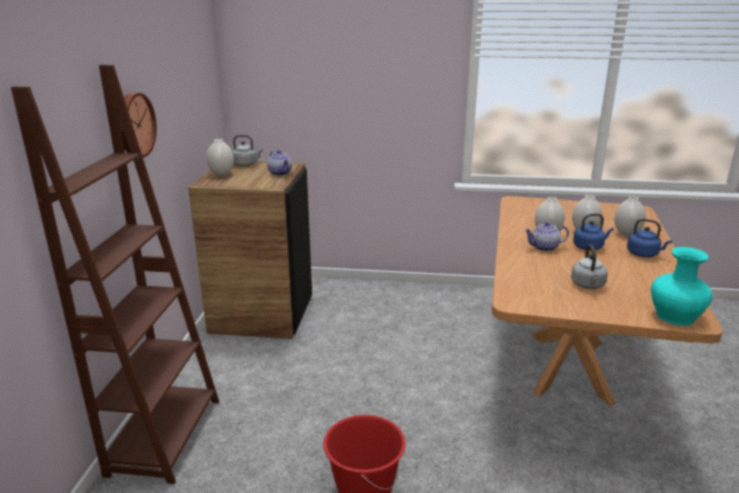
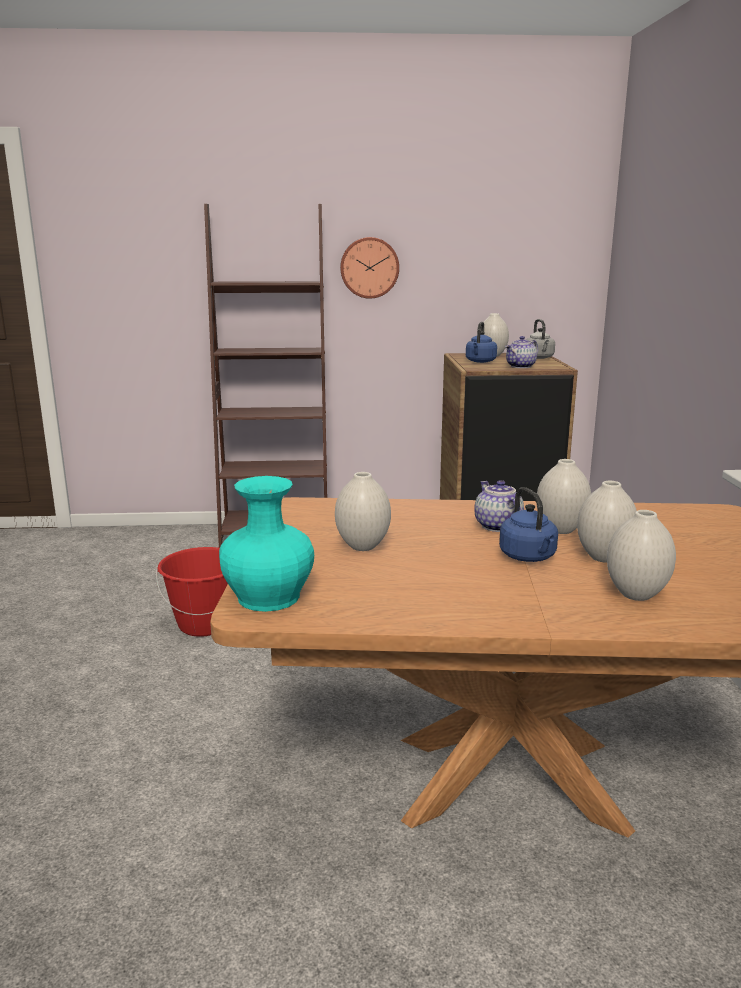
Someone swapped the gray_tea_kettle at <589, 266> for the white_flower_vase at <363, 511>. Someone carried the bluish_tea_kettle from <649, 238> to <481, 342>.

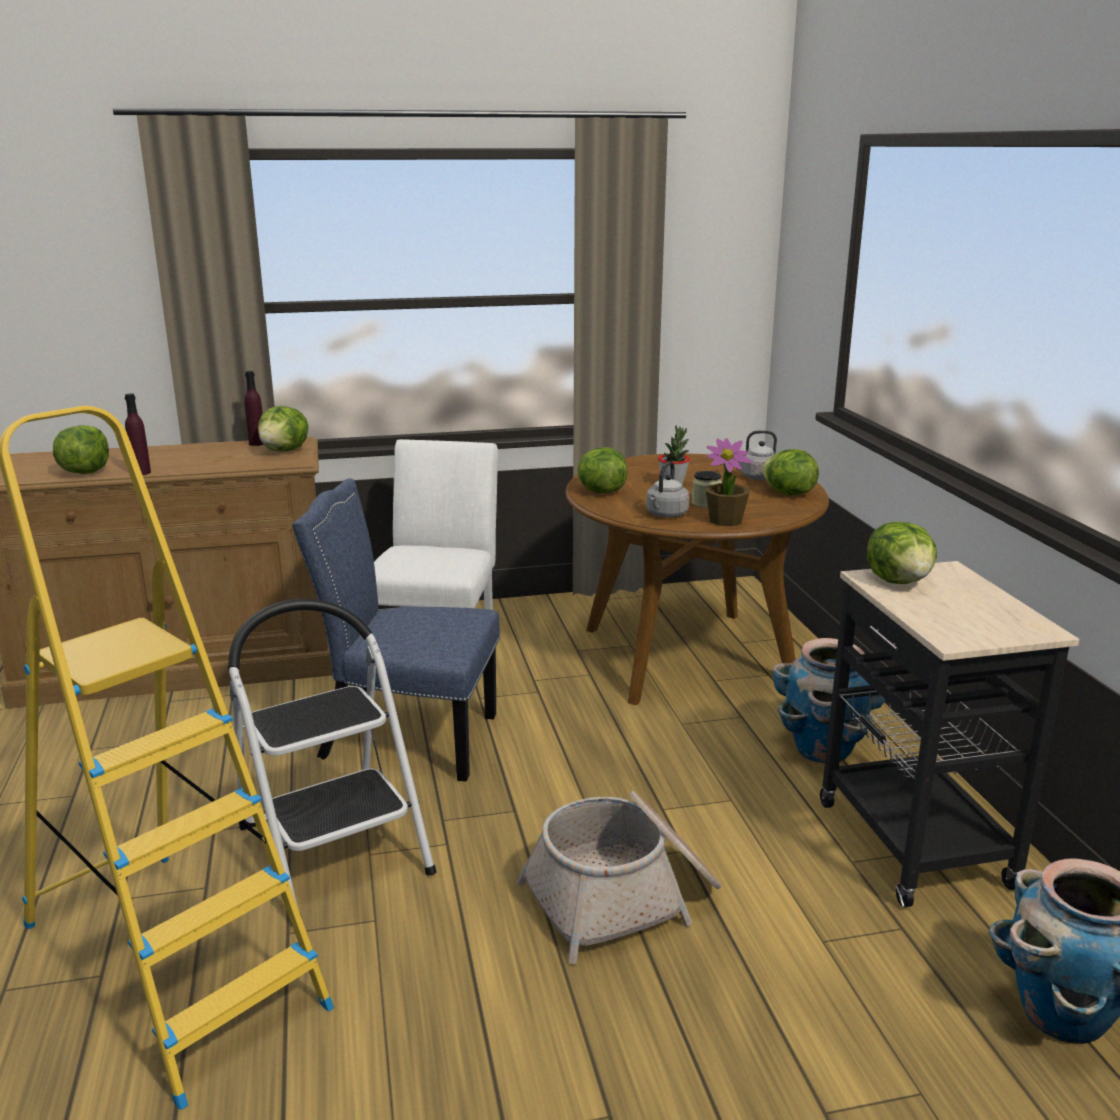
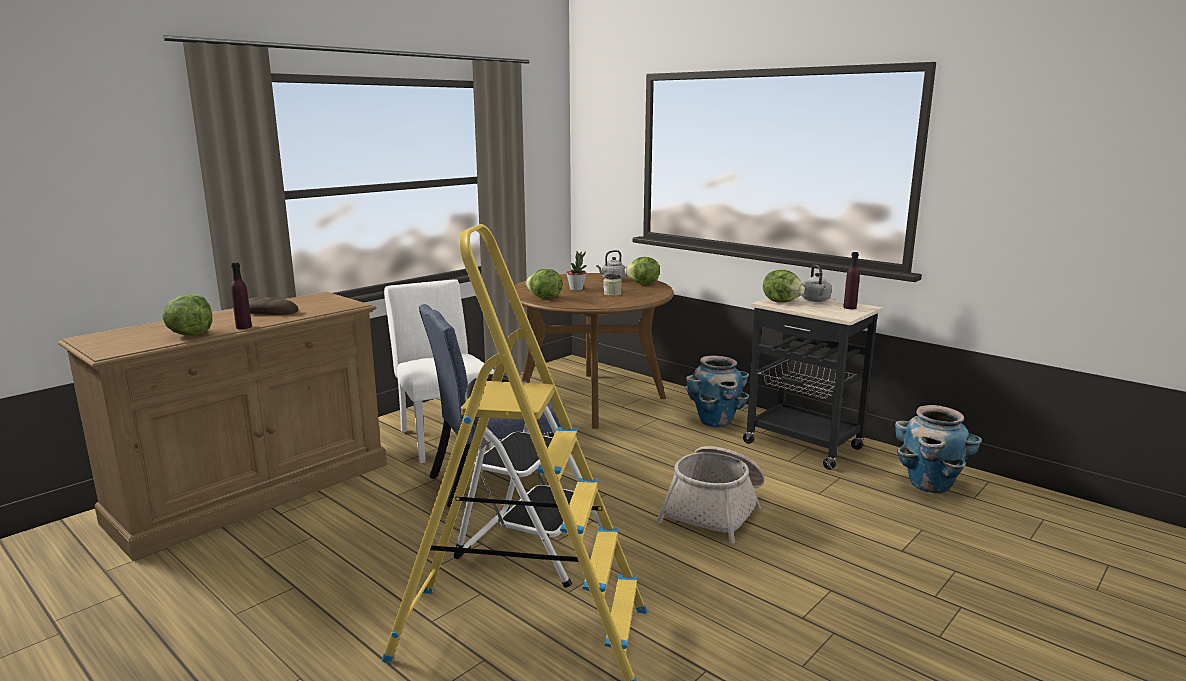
Someone carried the purple_drink_bottle from <253, 408> to <851, 280>. Someone took away the head_of_lettuce at <283, 429>. Someone carried the gray_tea_kettle from <668, 489> to <817, 283>. Someone took away the houseplant at <729, 482>. Someone put down the bread at <273, 306>.

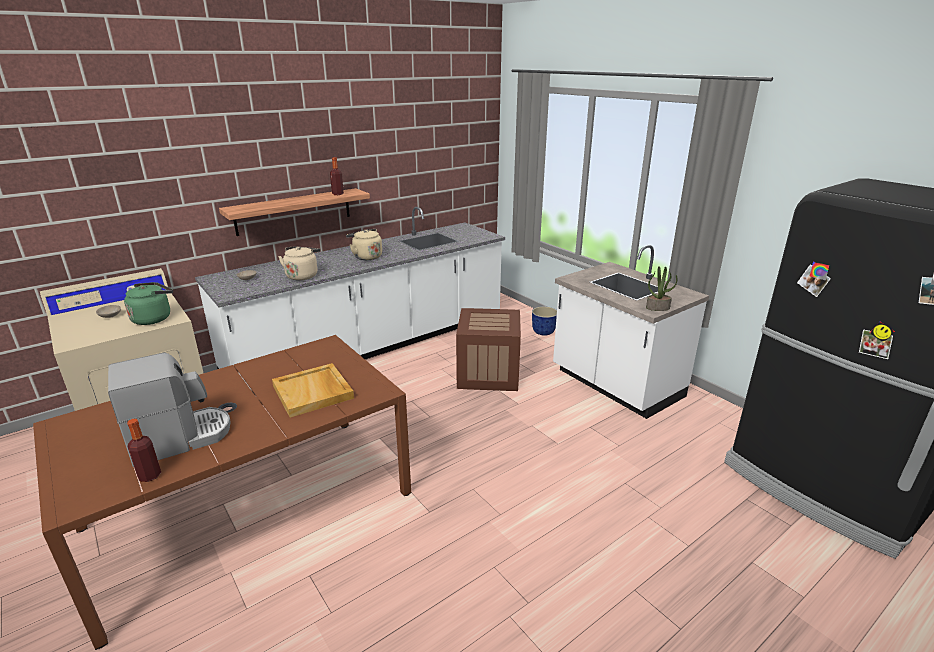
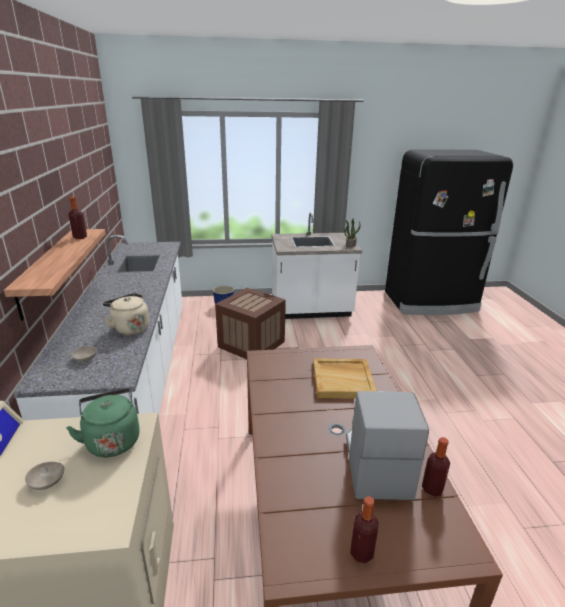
Someone took away the beige-coloured_tea_kettle at <364, 244>. Someone put down the drink_bottle at <364, 530>.

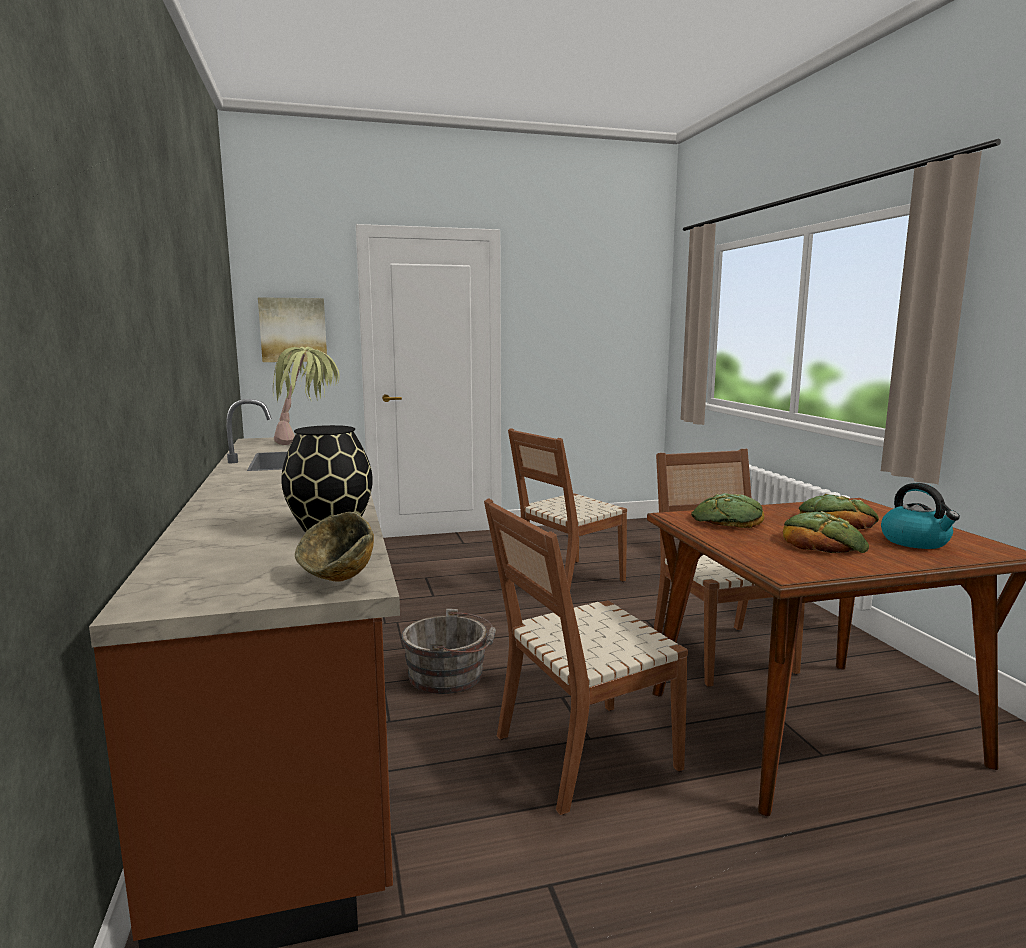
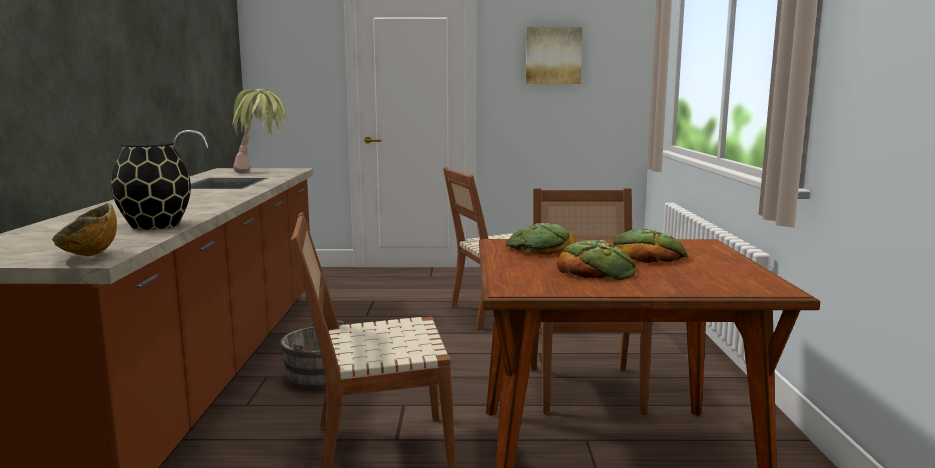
Someone carried the picture from <292, 329> to <554, 55>. Someone took away the tea_kettle at <920, 516>.

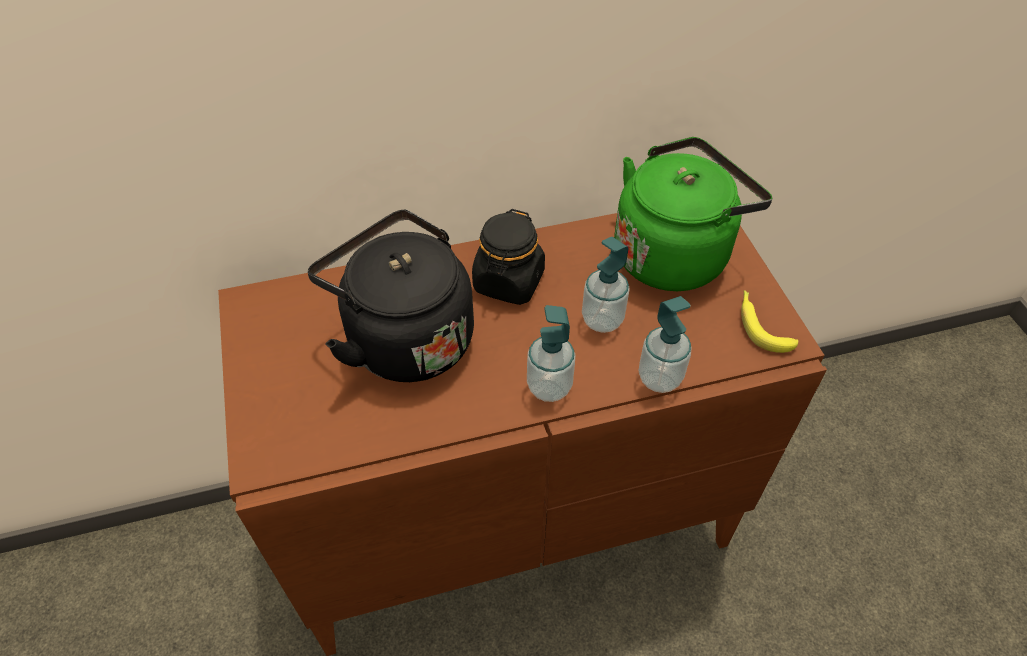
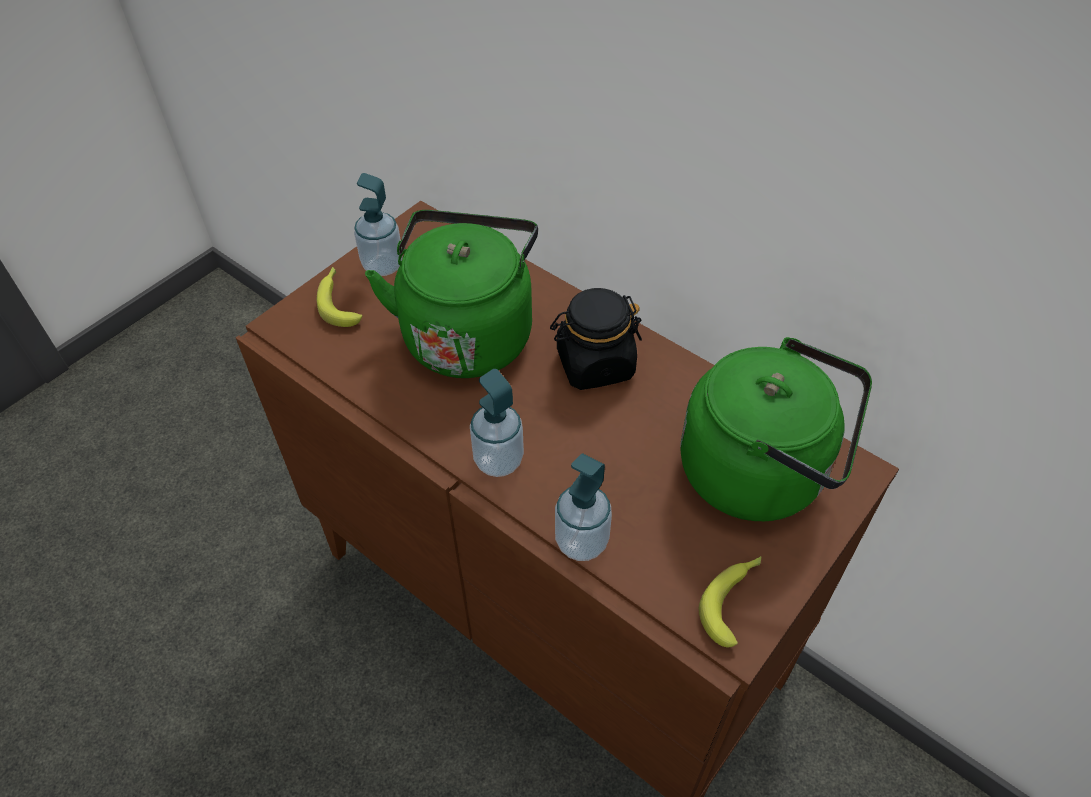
Someone repainted the black-coloured_tea_kettle at <391, 296>, which became the greenish_tea_kettle at <451, 294>. Someone carried the liquid_soap_bottle from <606, 285> to <378, 224>. Someone put down the banana_fruit at <339, 297>.

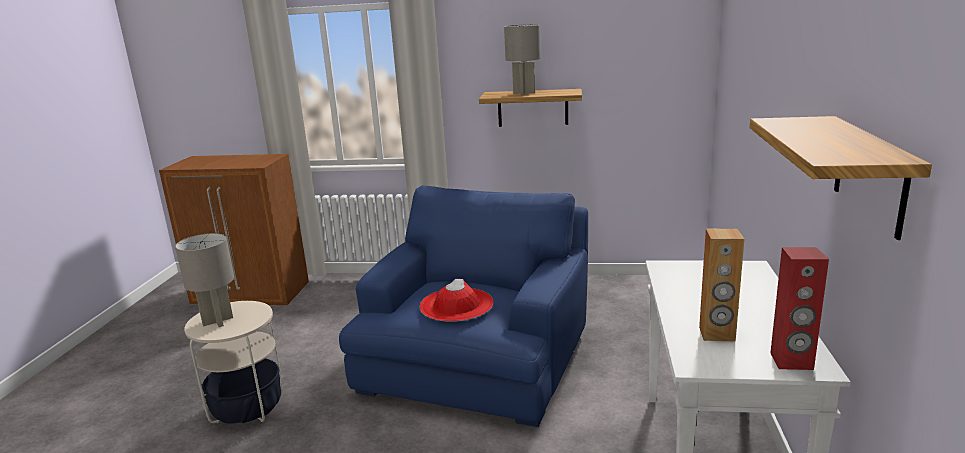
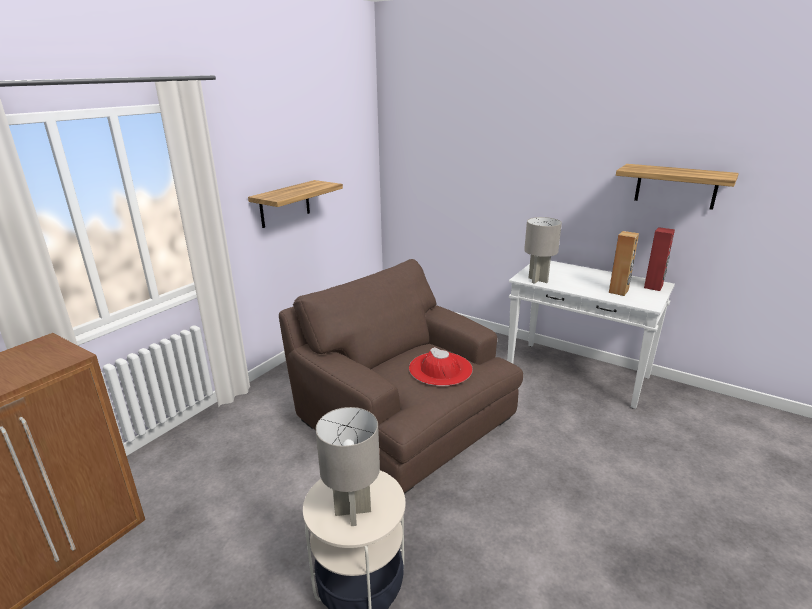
Someone repainted the bluish_lounge_chair at <463, 306>, which became the brown_lounge_chair at <401, 376>. Someone carried the gray_tabletop_lamp from <522, 59> to <543, 250>.

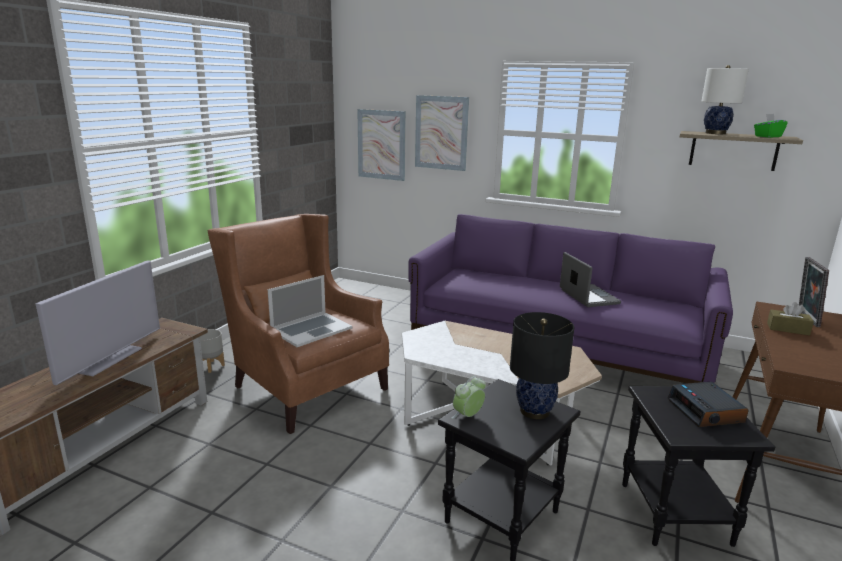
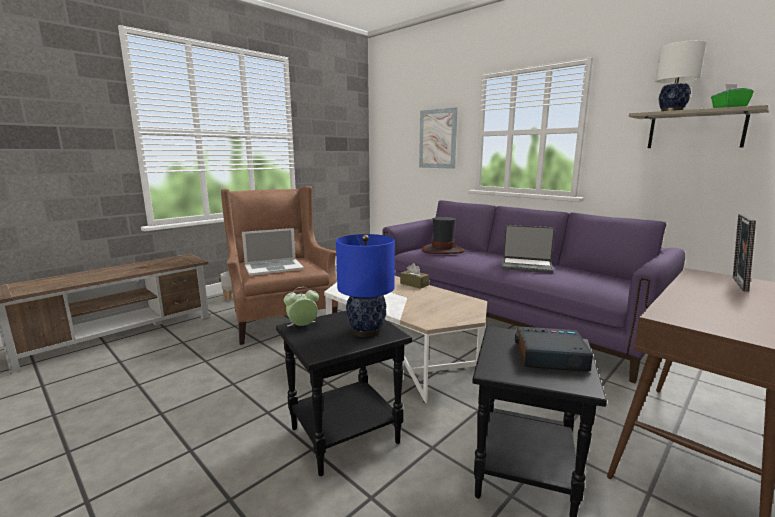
Someone took away the television at <97, 322>. Someone took away the picture at <381, 145>. Someone repainted the black-coloured_tabletop_lamp at <542, 365>, which became the bluish_tabletop_lamp at <365, 285>. Someone rotated the notebook_computer at <590, 279> by 105 degrees clockwise. Someone rotated the table_clock at <708, 404> by 90 degrees clockwise. Someone carried the brown_box_of_tissues from <790, 319> to <414, 276>. Someone put down the hat at <443, 235>.

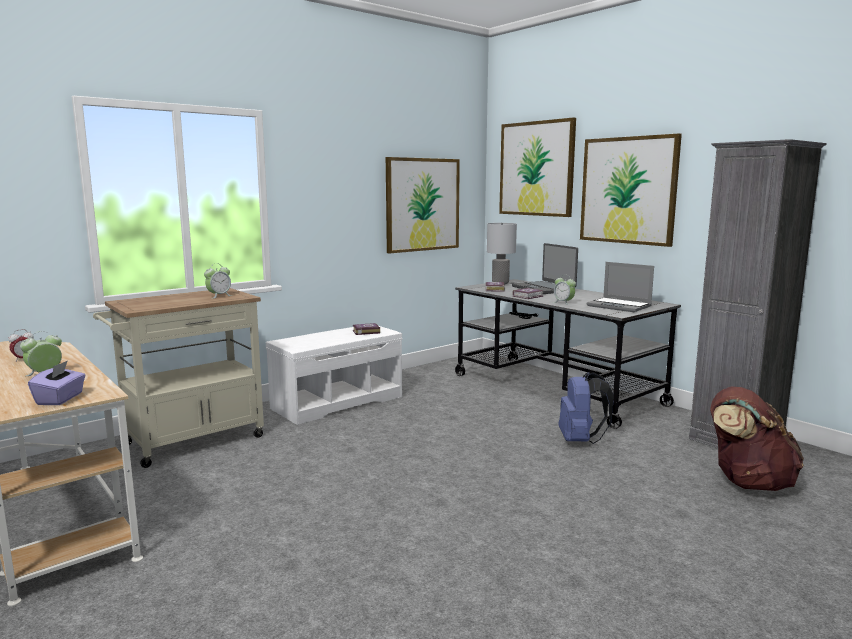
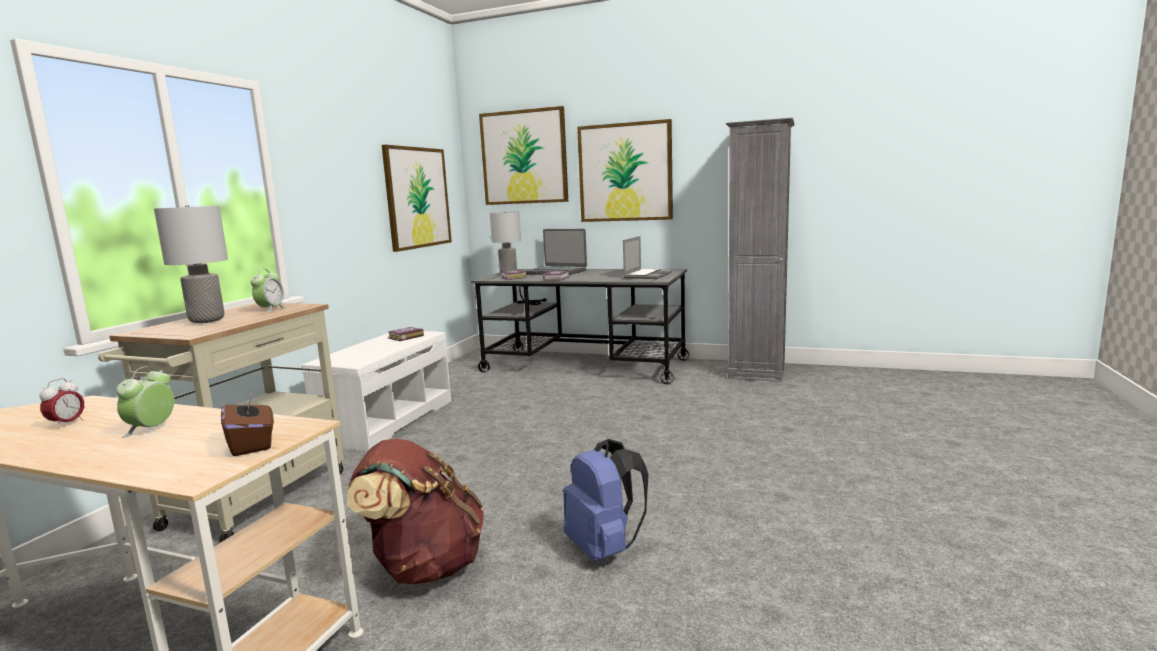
Someone repainted the purple_box_of_tissues at <57, 382>, which became the brown_box_of_tissues at <247, 422>. Someone took away the table_clock at <564, 290>. Someone carried the bluish_knapsack from <586, 408> to <605, 500>. Someone rotated the notebook_computer at <620, 287> by 75 degrees counterclockwise. Someone carried the brown_knapsack from <757, 438> to <415, 511>. Someone put down the gray_tabletop_lamp at <191, 264>.

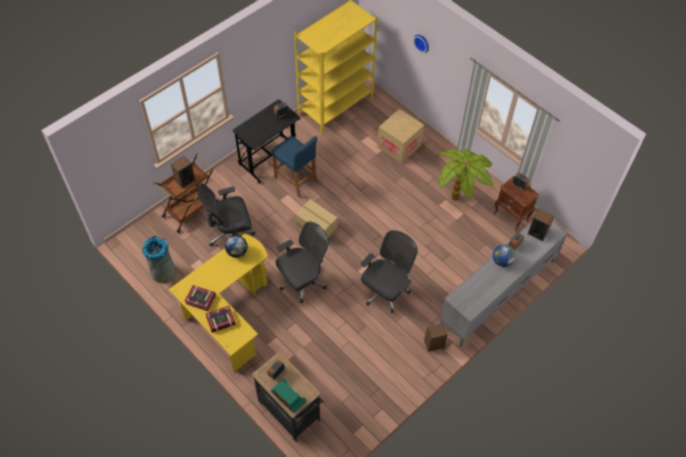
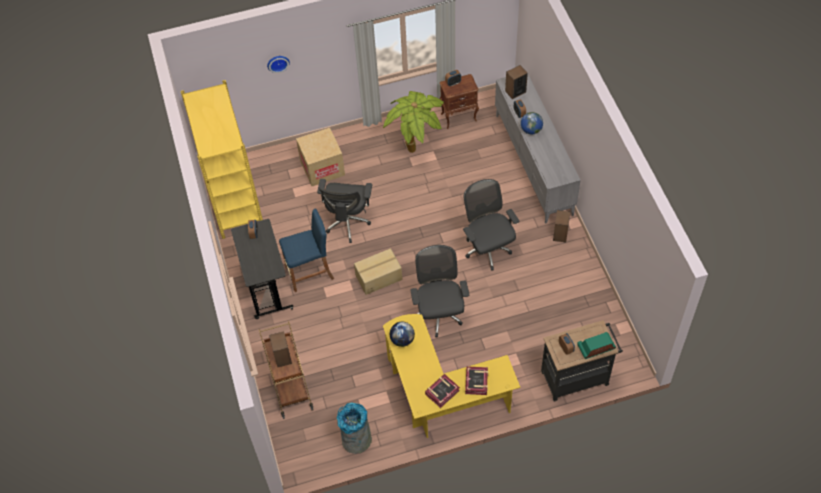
Someone carried the computer_chair from <226, 215> to <344, 211>.

